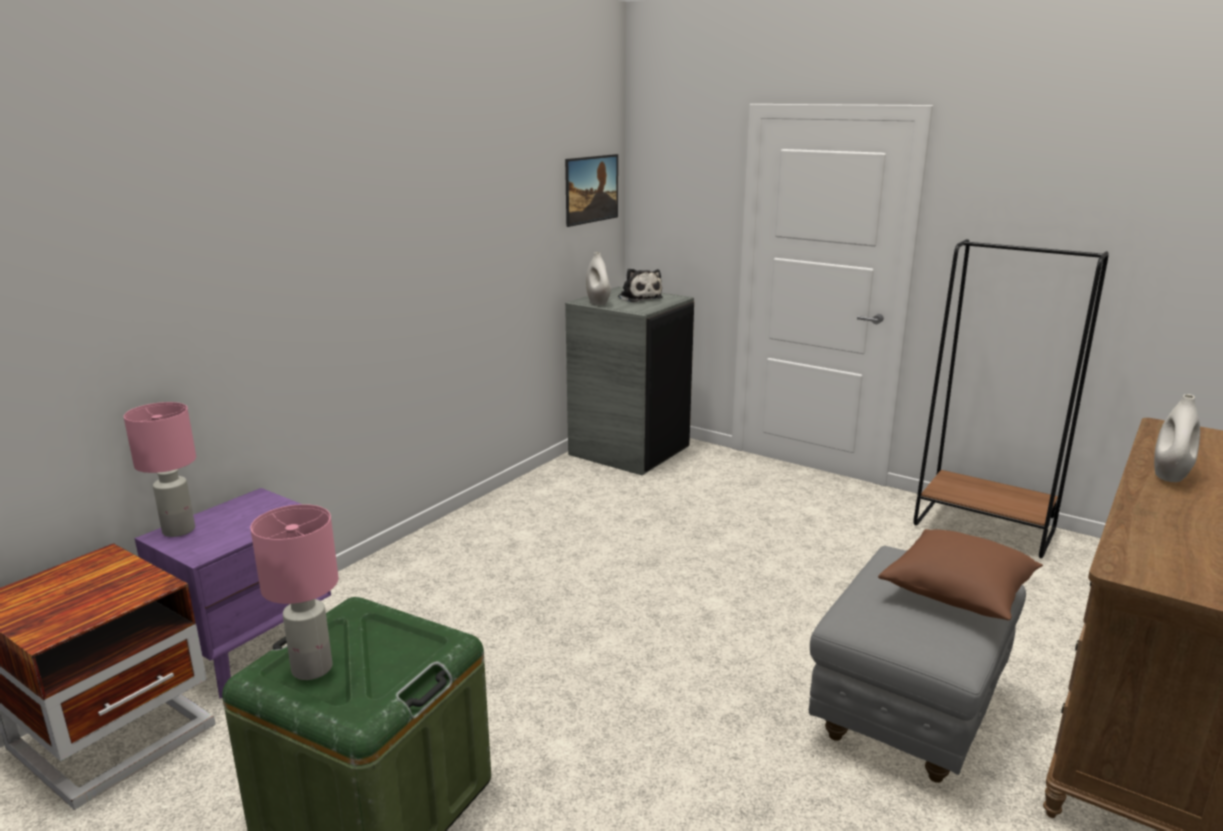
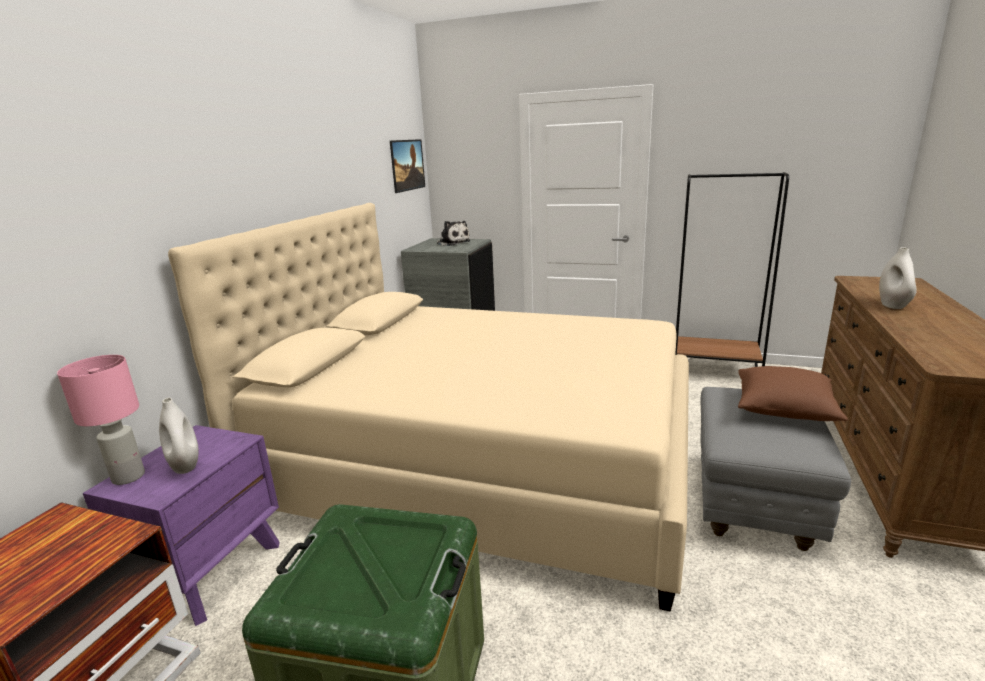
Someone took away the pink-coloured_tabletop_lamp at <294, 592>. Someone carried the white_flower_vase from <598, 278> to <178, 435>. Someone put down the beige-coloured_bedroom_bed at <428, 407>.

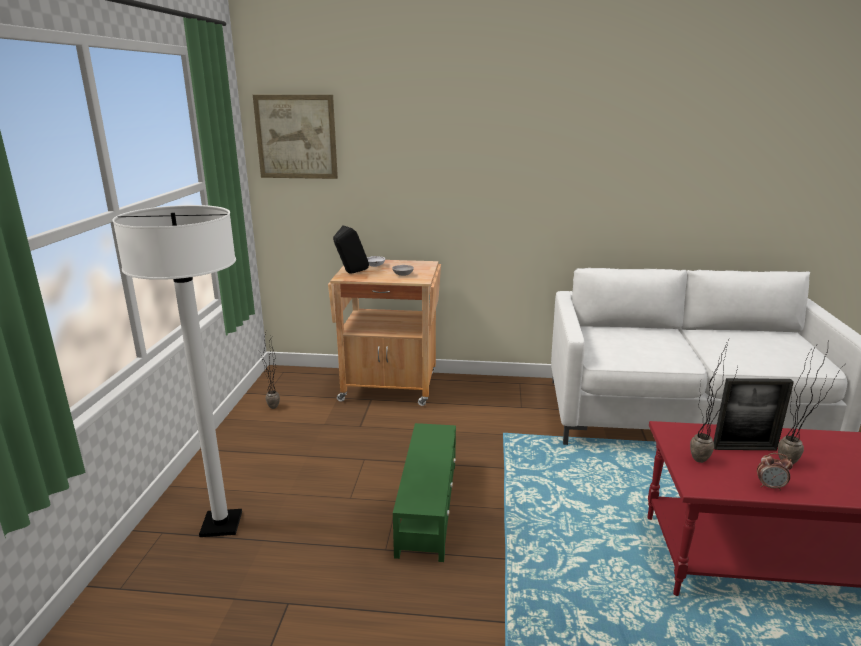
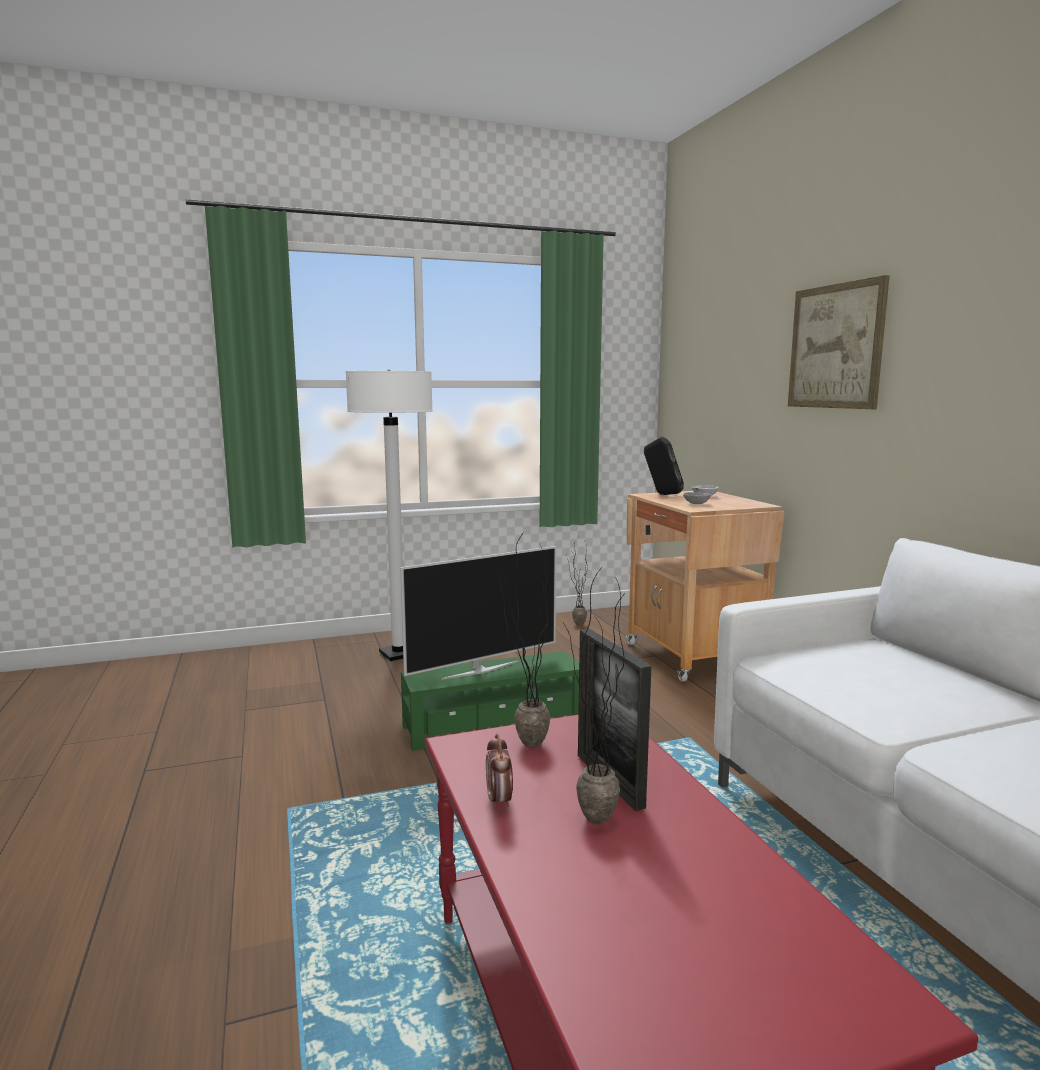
Someone carried the picture from <295, 137> to <839, 342>. Someone put down the television at <478, 613>.

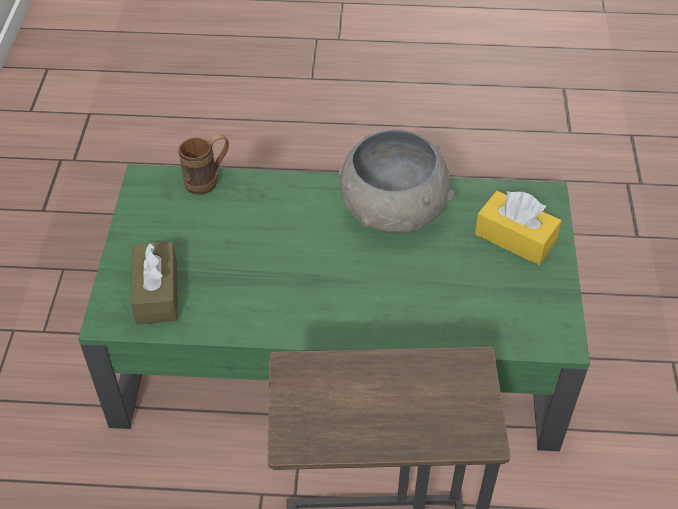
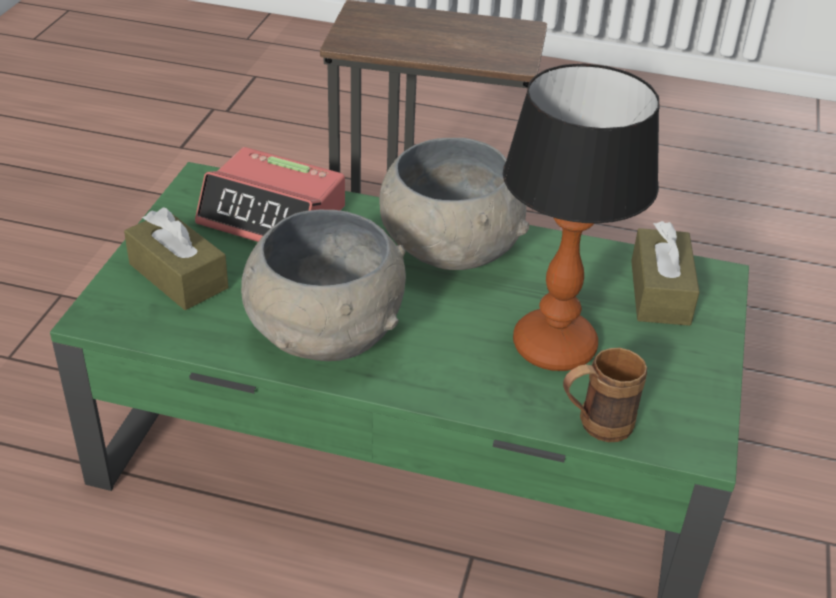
Someone repainted the yellow-coloured_box_of_tissues at <518, 228>, which became the brown_box_of_tissues at <176, 259>. Someone put down the table_clock at <270, 194>. Someone put down the gray_serving_bowl at <454, 204>. Someone put down the tabletop_lamp at <581, 217>.

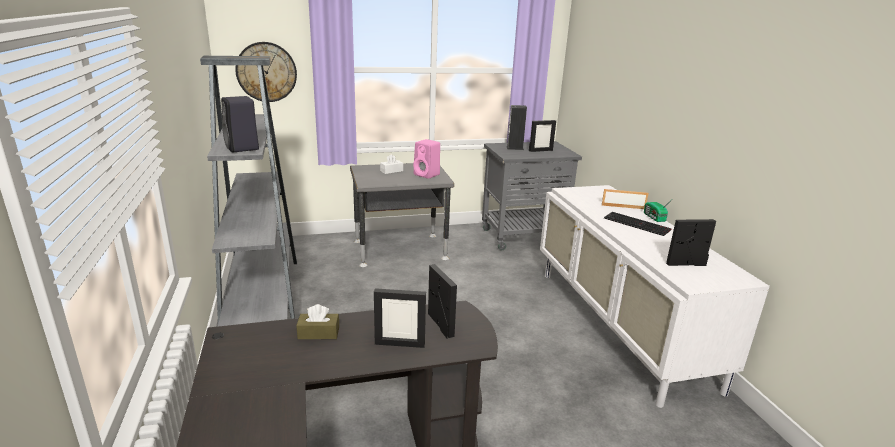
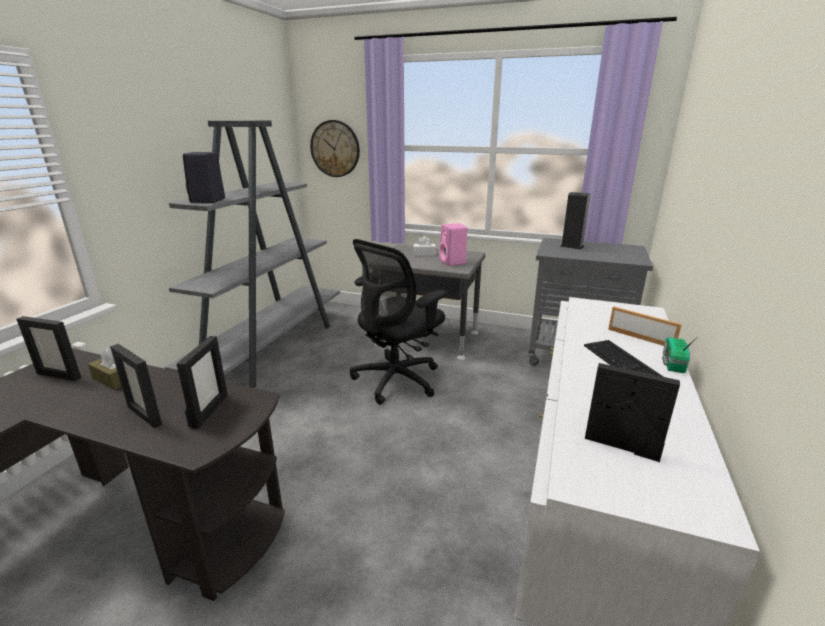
Someone carried the picture_frame from <542, 136> to <48, 348>. Someone put down the black-coloured_computer_chair at <398, 322>.

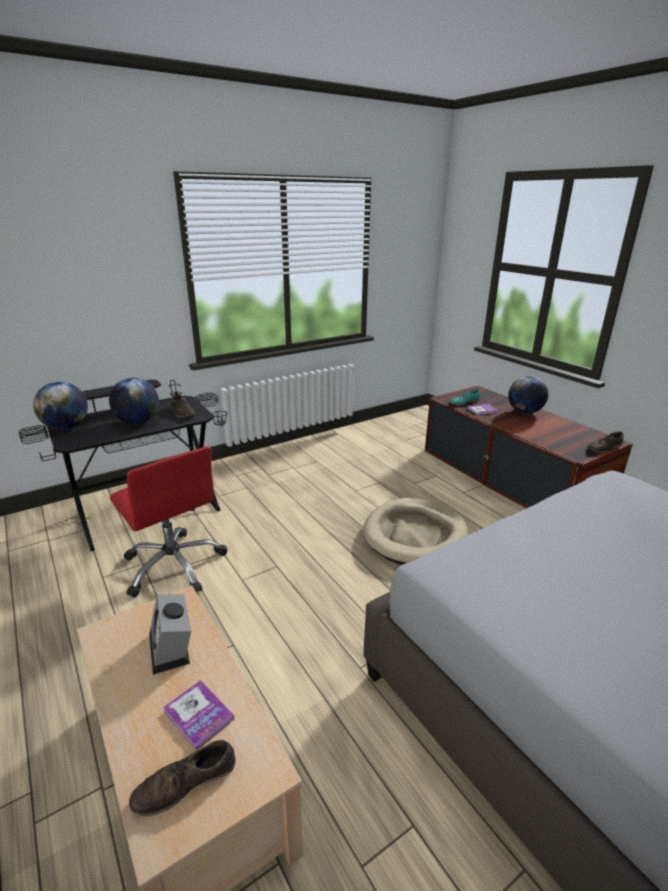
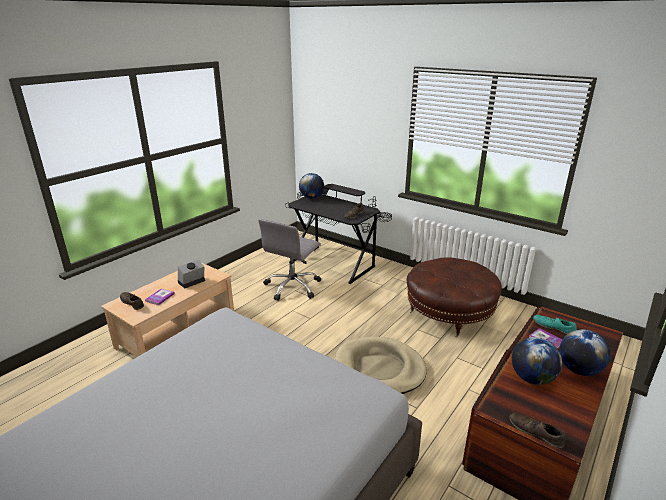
Someone carried the globe from <134, 401> to <537, 361>. Someone repainted the red-coloured_computer_chair at <168, 522>, which became the gray_computer_chair at <289, 260>. Someone put down the brown_footrest at <454, 298>.

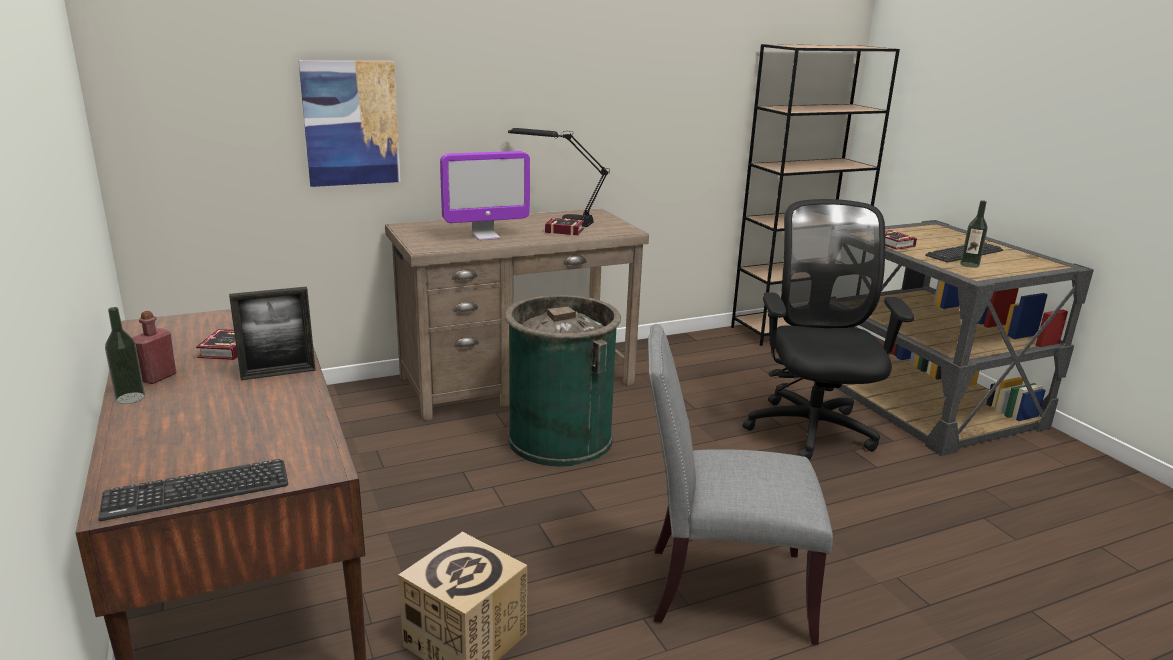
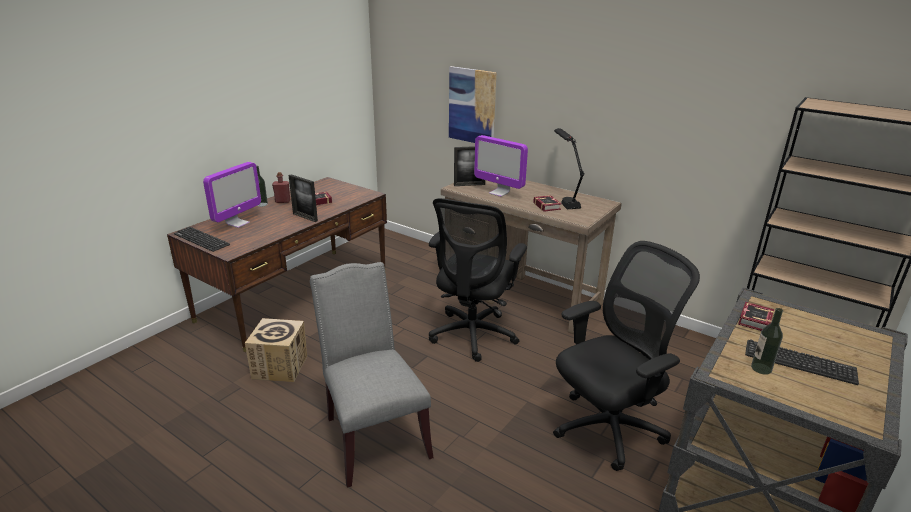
Someone swapped the greenish_rubbish_bin at <563, 381> for the black-coloured_computer_chair at <478, 280>. Someone put down the computer_screen at <232, 195>. Someone put down the picture_frame at <469, 166>.

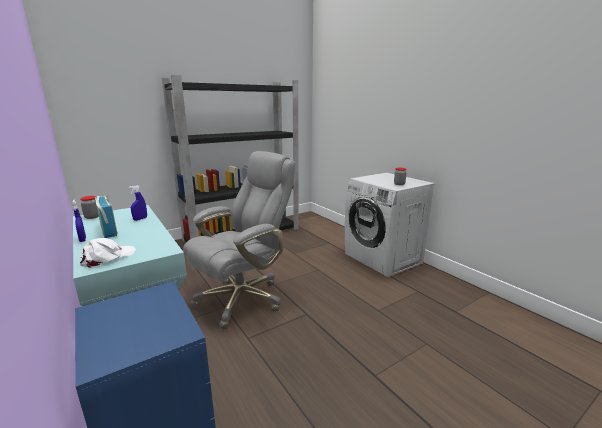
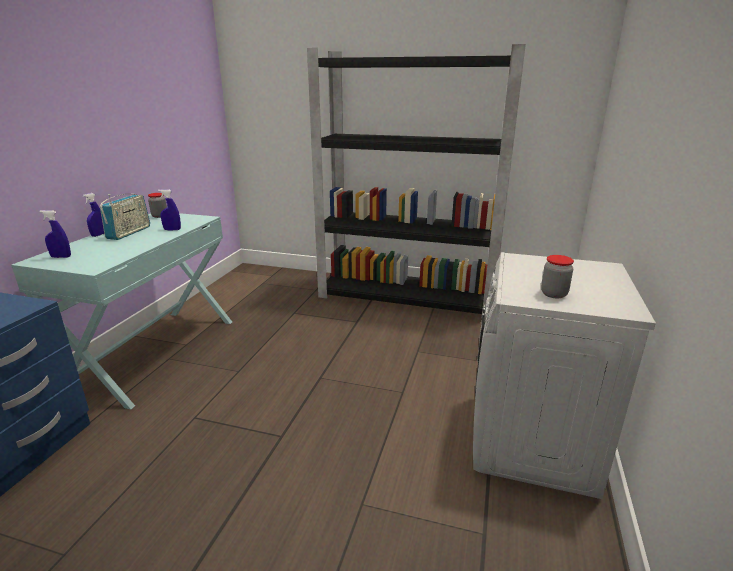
Someone swapped the white_peaked_cap at <108, 253> for the bluish_spray_bottle at <55, 234>. Someone took away the gray_computer_chair at <239, 240>.

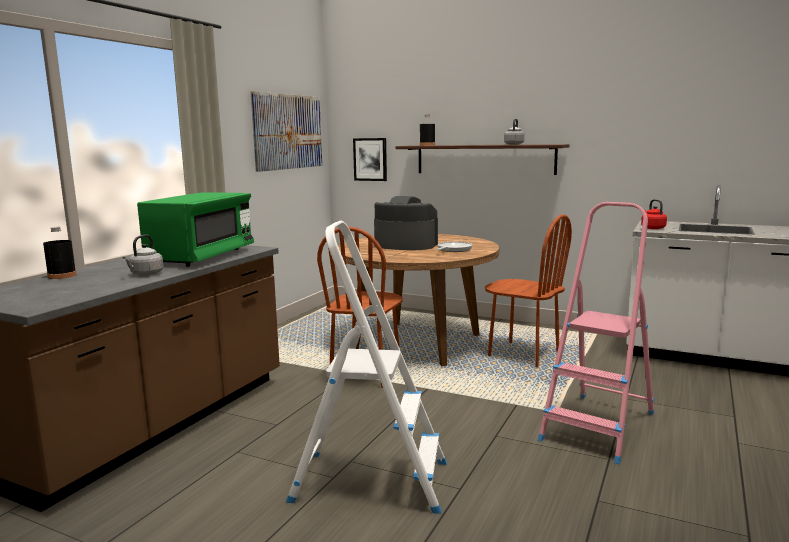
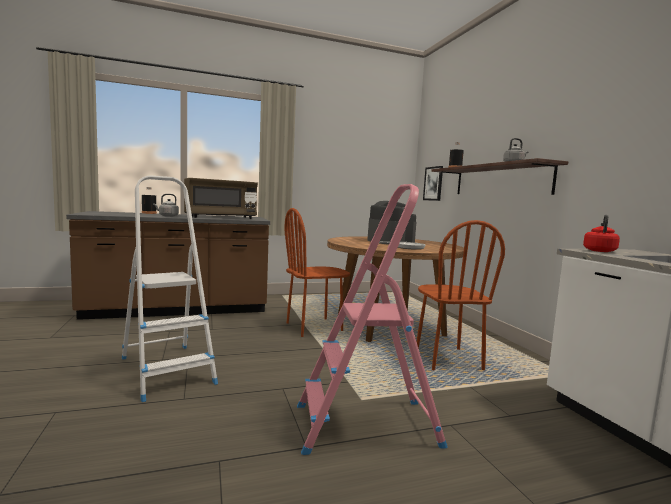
Someone repainted the greenish_microwave at <195, 229>, which became the brown_microwave at <221, 198>. Someone took away the picture at <286, 131>.

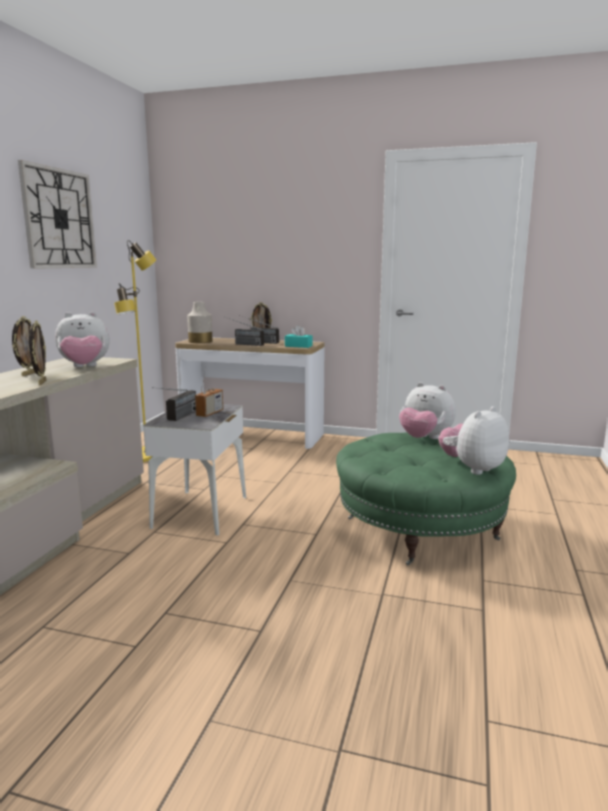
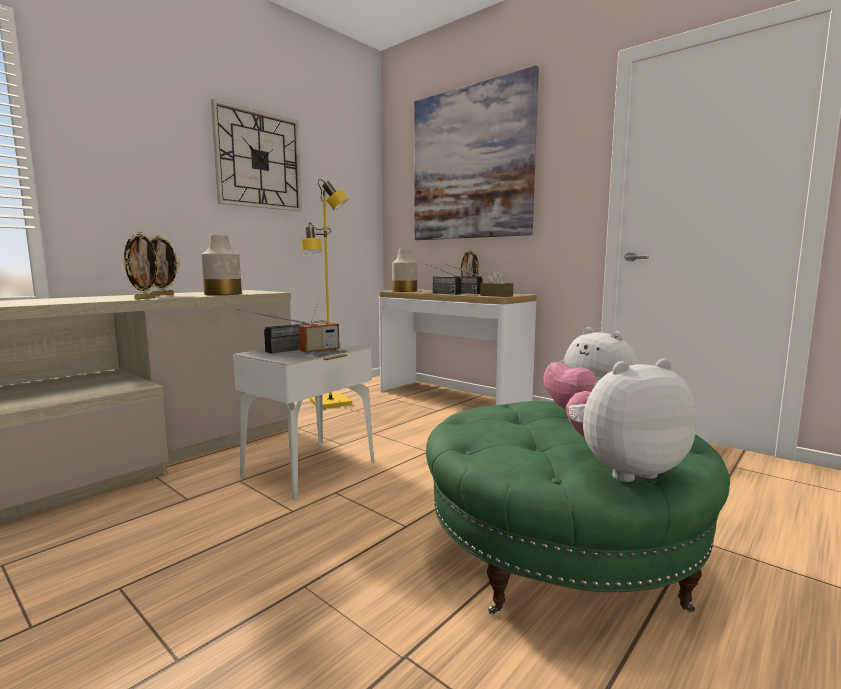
Someone swapped the soft_toy at <82, 339> for the beige-coloured_flower_vase at <221, 265>. Someone repainted the blue-green_box_of_tissues at <299, 336>, which became the brown_box_of_tissues at <496, 283>. Someone put up the picture at <476, 153>.

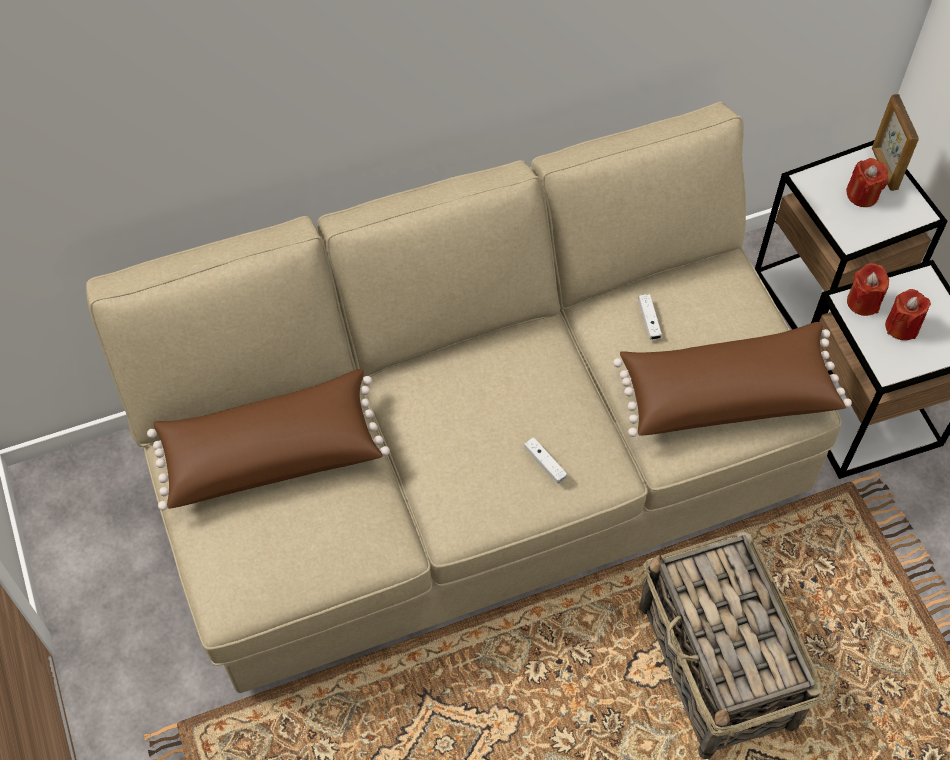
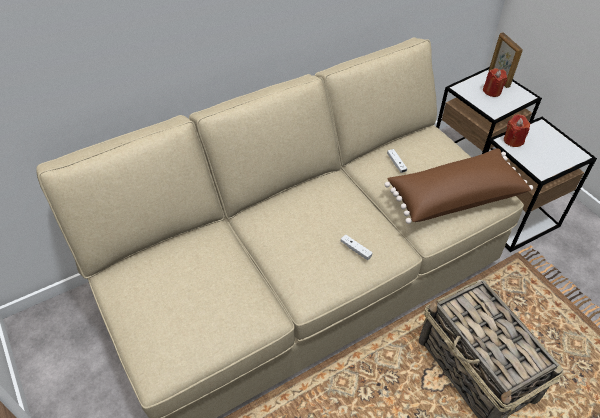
Someone took away the brown_cushion at <268, 440>. Someone took away the red-coloured_wax_candle at <908, 315>.

